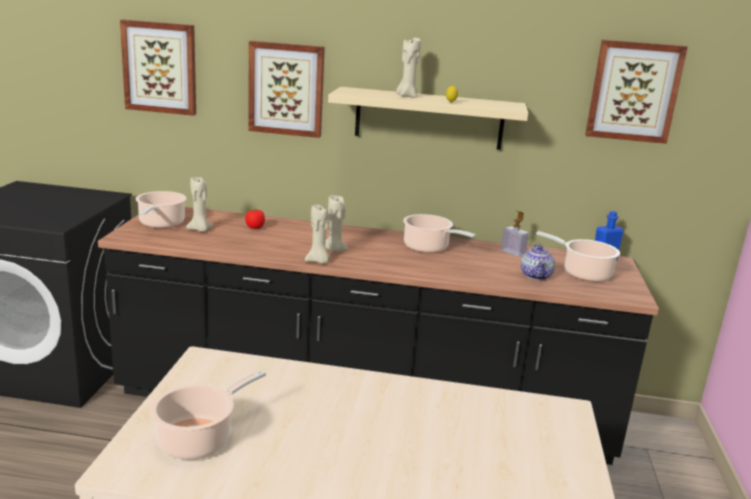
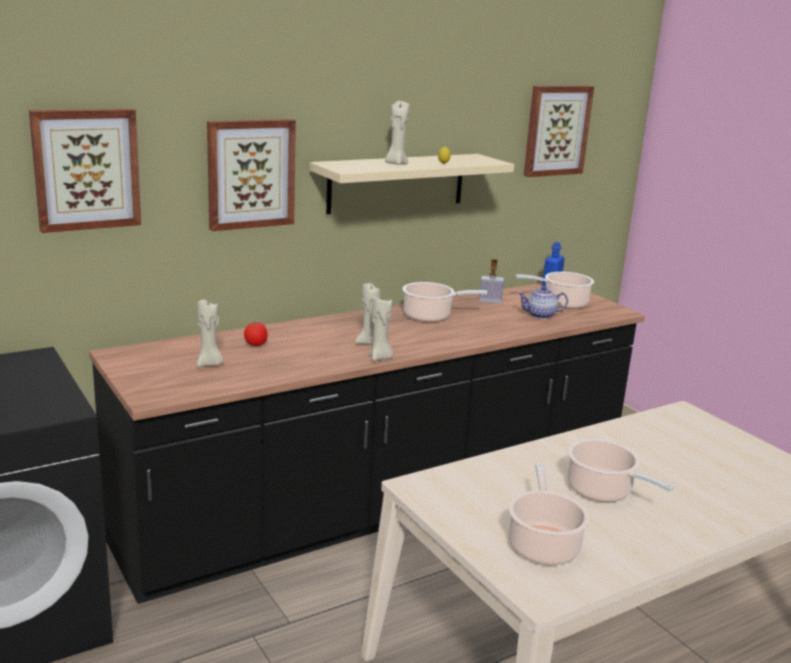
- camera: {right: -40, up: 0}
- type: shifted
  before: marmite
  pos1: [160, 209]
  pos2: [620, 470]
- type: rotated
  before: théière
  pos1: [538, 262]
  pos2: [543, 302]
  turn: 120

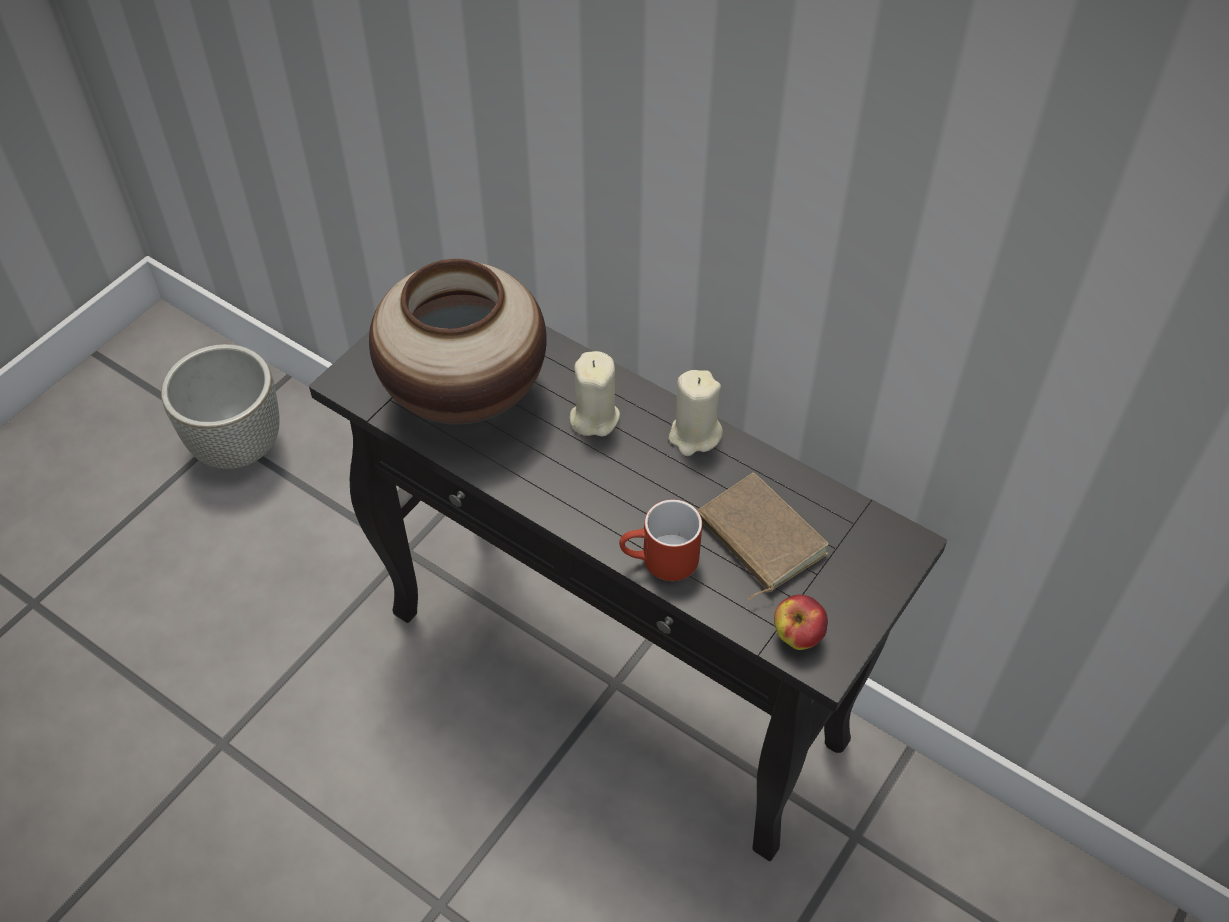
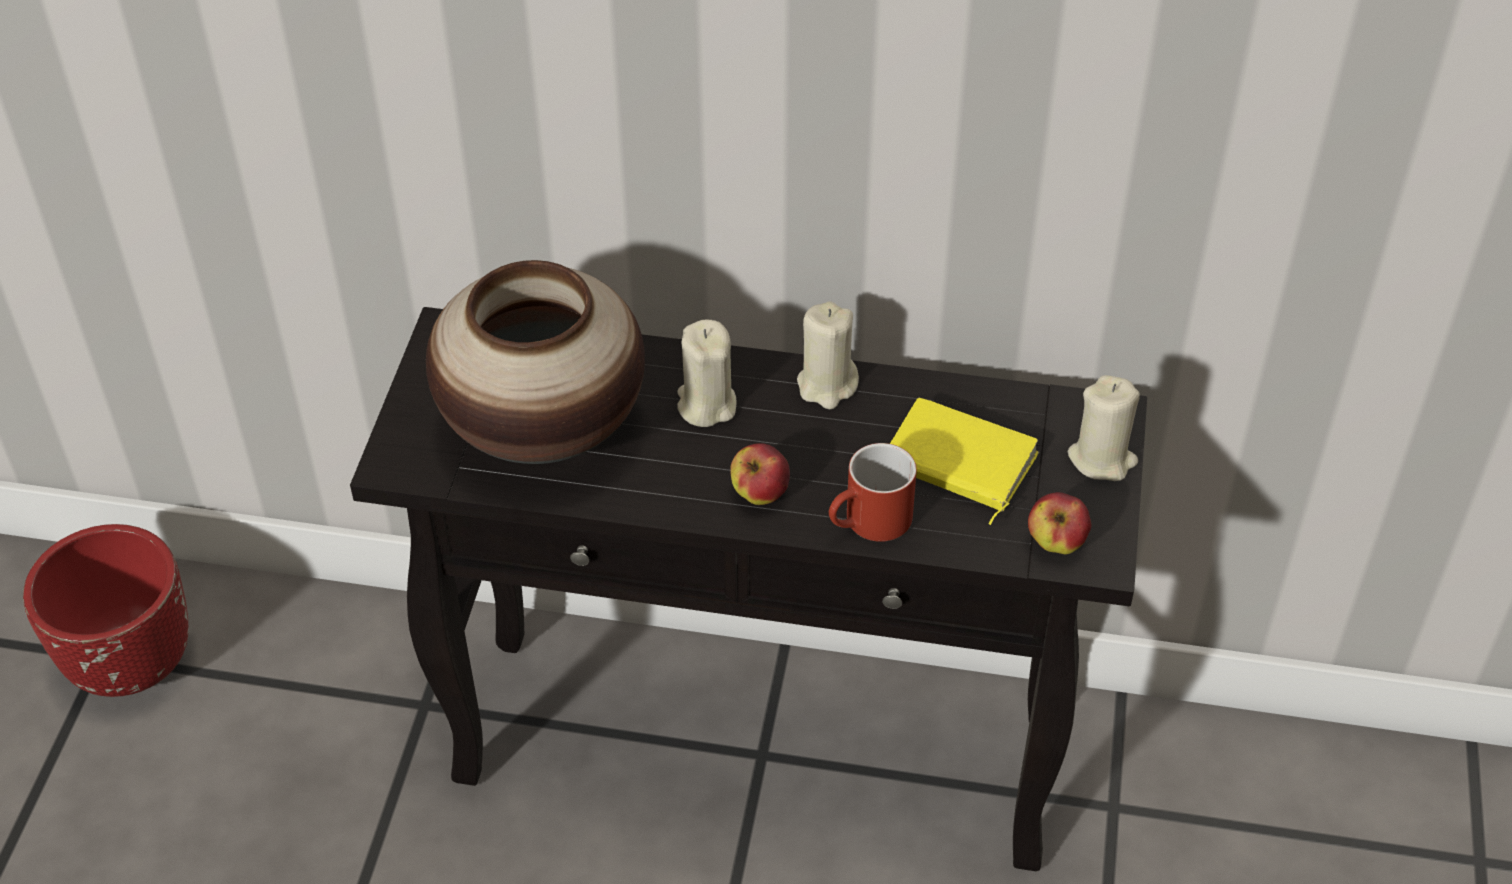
- camera: {right: -25, up: -5}
- type: repainted
  before: cache-pot [gris]
  after: cache-pot [rouge]
  pos1: [220, 406]
  pos2: [106, 610]
- type: repainted
  before: livre [marron]
  after: livre [jaune]
  pos1: [763, 536]
  pos2: [964, 461]
- type: new
  after: bougie [beige]
  pos2: [1104, 428]
- type: new
  after: pomme
  pos2: [760, 474]

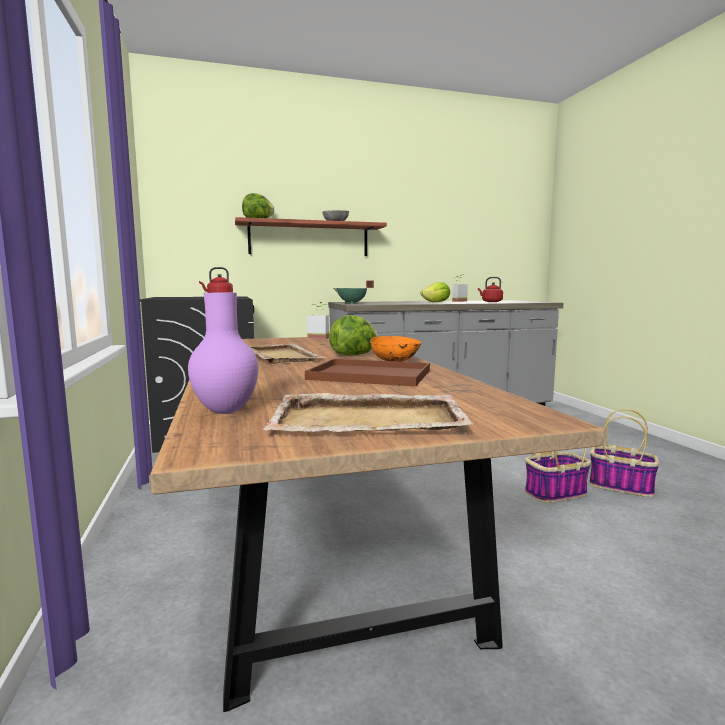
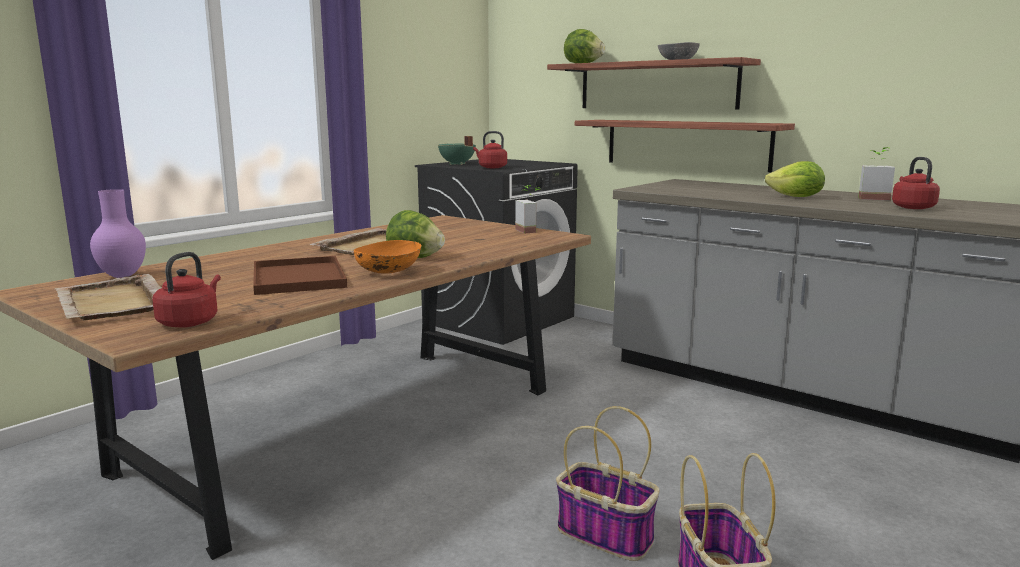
- camera: {right: 55, up: 5}
- type: shifted
  before: marmite [vert]
  pos1: [353, 292]
  pos2: [457, 150]
- type: new
  after: étagère
  pos2: [685, 146]
- type: new
  after: bouilloire [rouge]
  pos2: [186, 290]

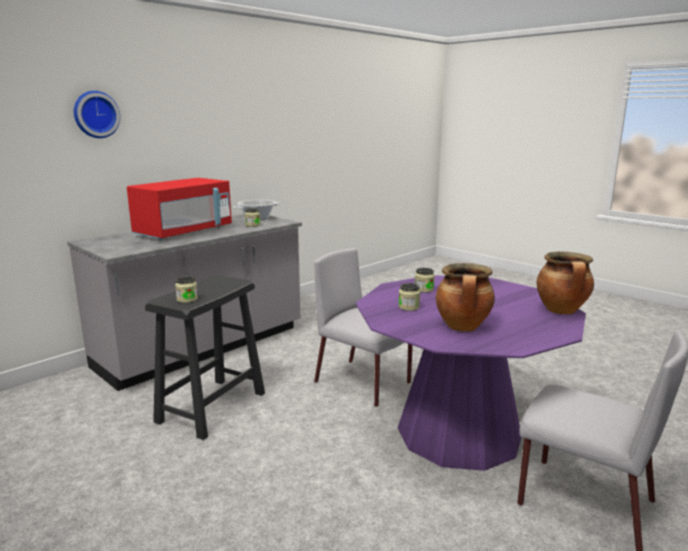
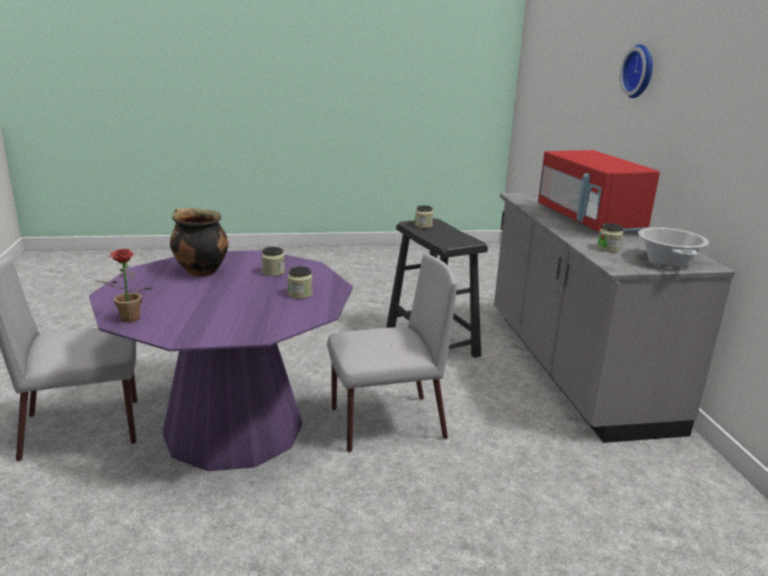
- camera: {right: 125, up: 5}
- type: swapped
  before: marmite
  after: plante en pot
  pos1: [565, 283]
  pos2: [124, 285]

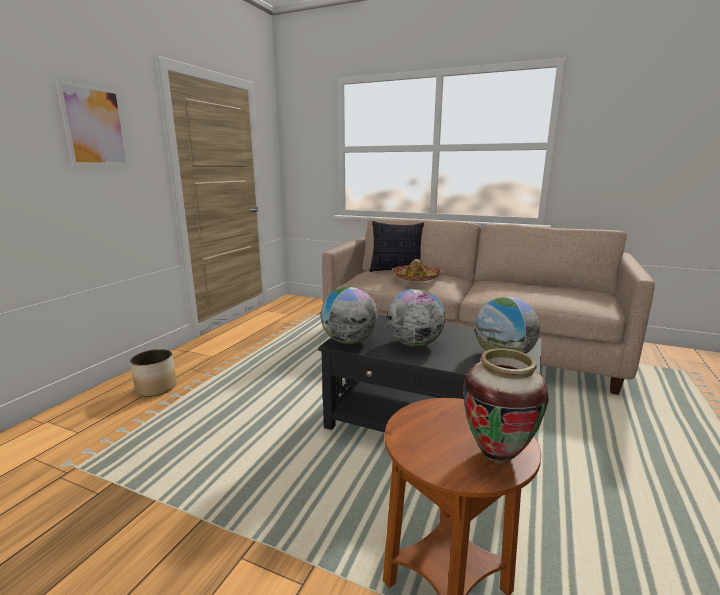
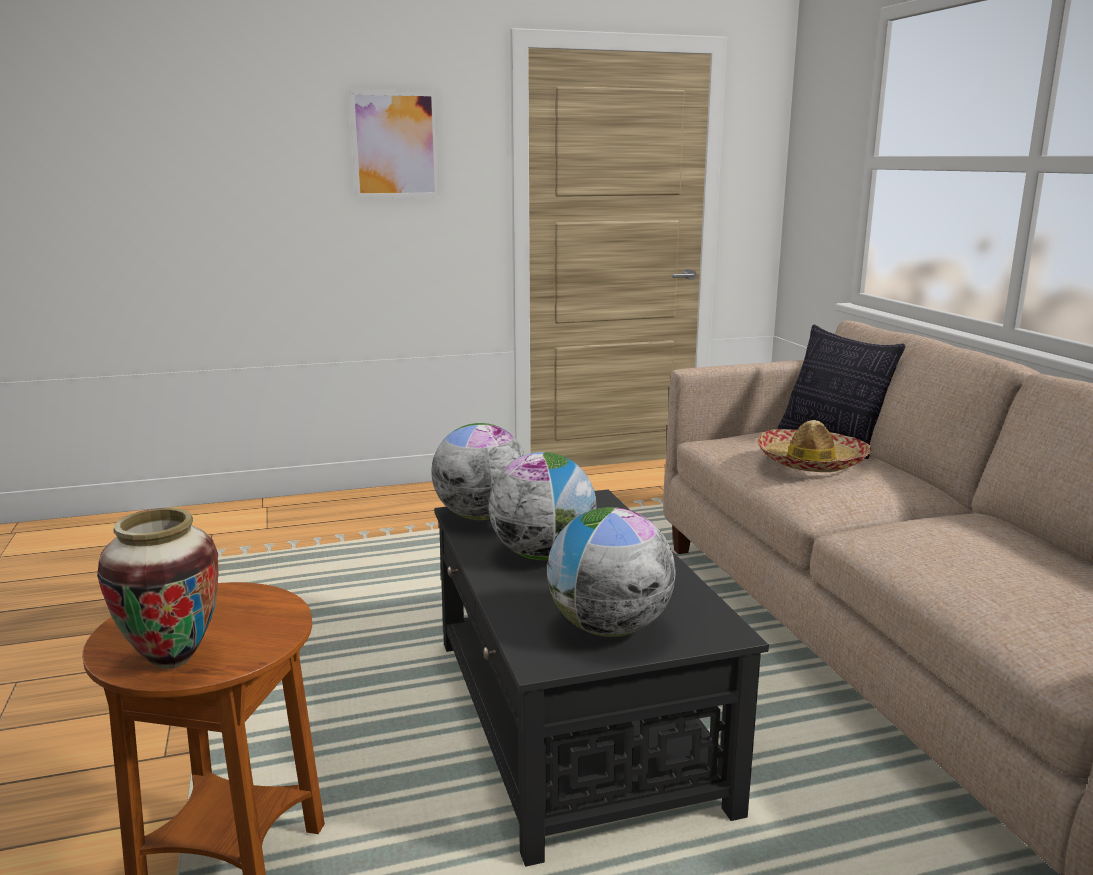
- camera: {right: 50, up: 0}
- type: gone
  before: cache-pot
  pos1: [153, 373]

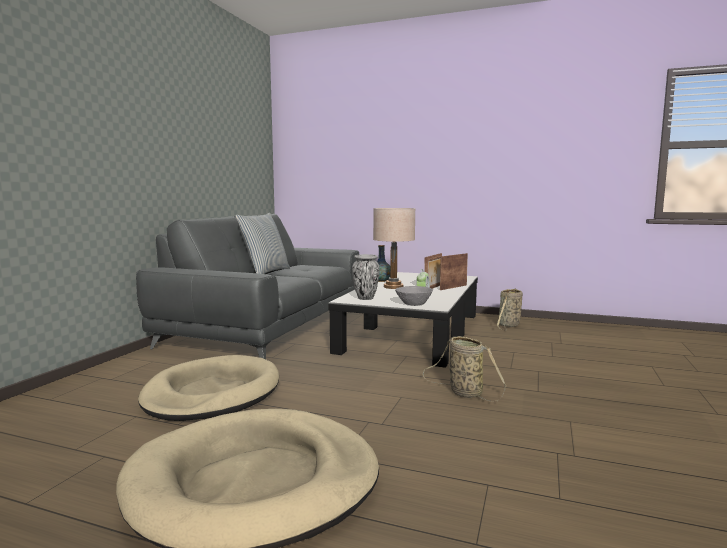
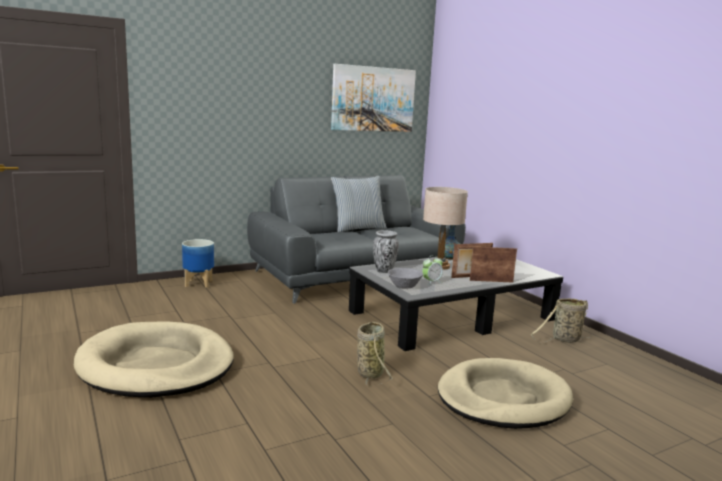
- camera: {right: 40, up: 5}
- type: shifted
  before: panier pour chien [beige]
  pos1: [208, 388]
  pos2: [505, 393]
- type: new
  after: tableau
  pos2: [373, 98]
- type: new
  after: cache-pot
  pos2: [198, 263]

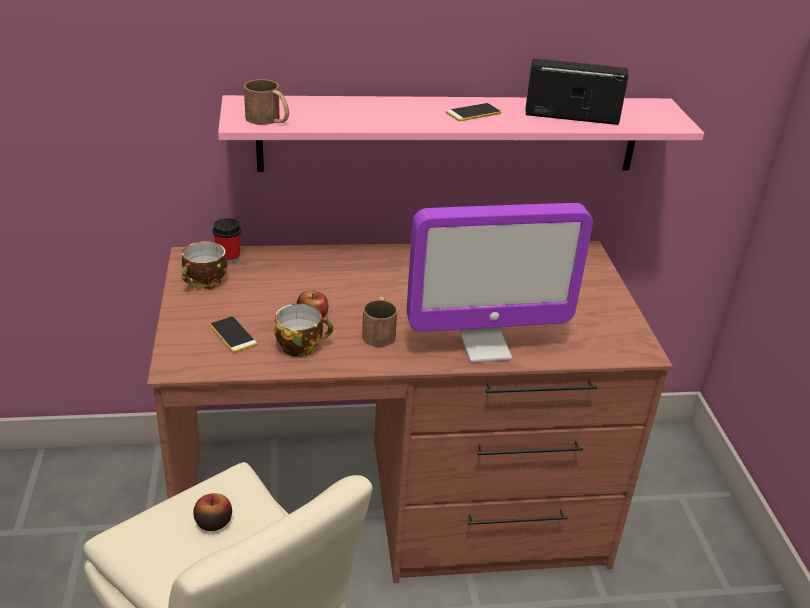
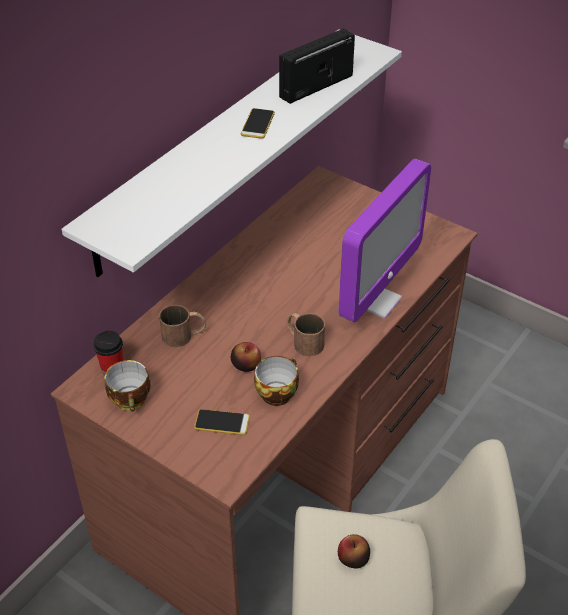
- camera: {right: -45, up: 10}
- type: shifted
  before: mug [marron]
  pos1: [266, 102]
  pos2: [182, 326]
- type: repainted
  before: étagère [rose]
  after: étagère [blanc]
  pos1: [461, 133]
  pos2: [232, 153]

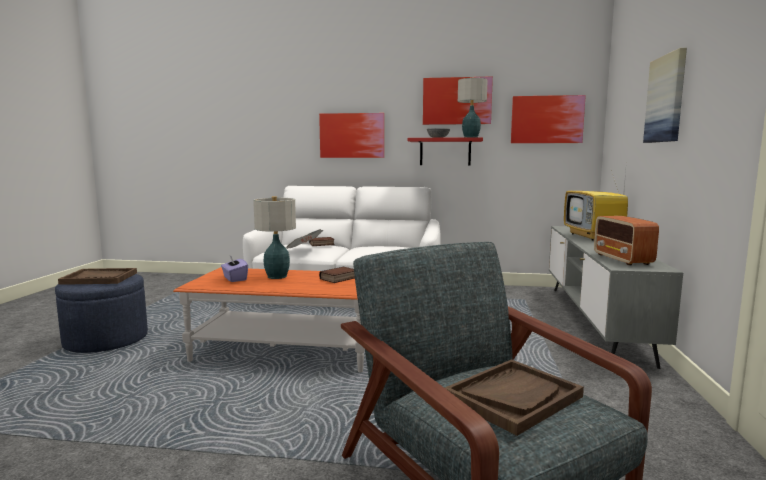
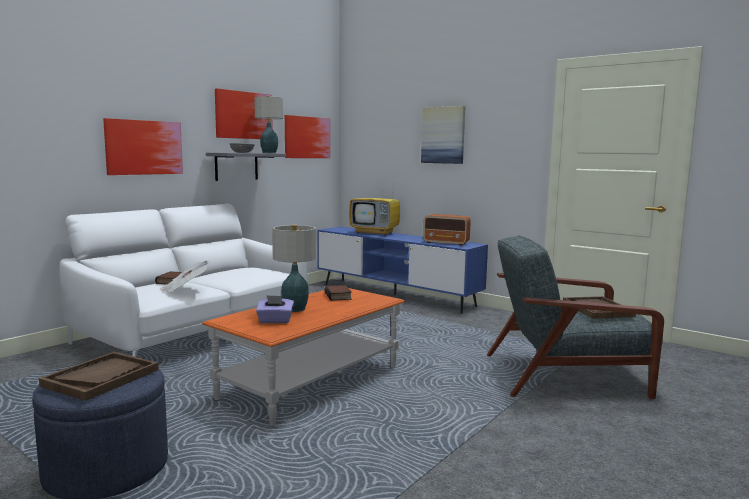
- camera: {right: -60, up: 0}
- type: repainted
  before: étagère [rouge]
  after: étagère [gris]
  pos1: [445, 151]
  pos2: [246, 167]
- type: repainted
  before: meuble télé [gris]
  after: meuble télé [bleu]
  pos1: [616, 297]
  pos2: [402, 270]

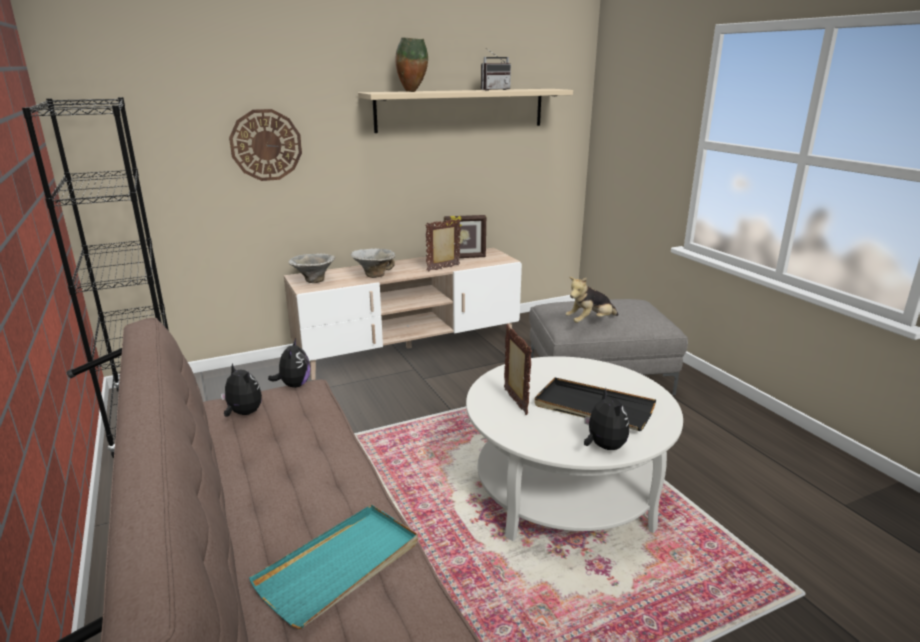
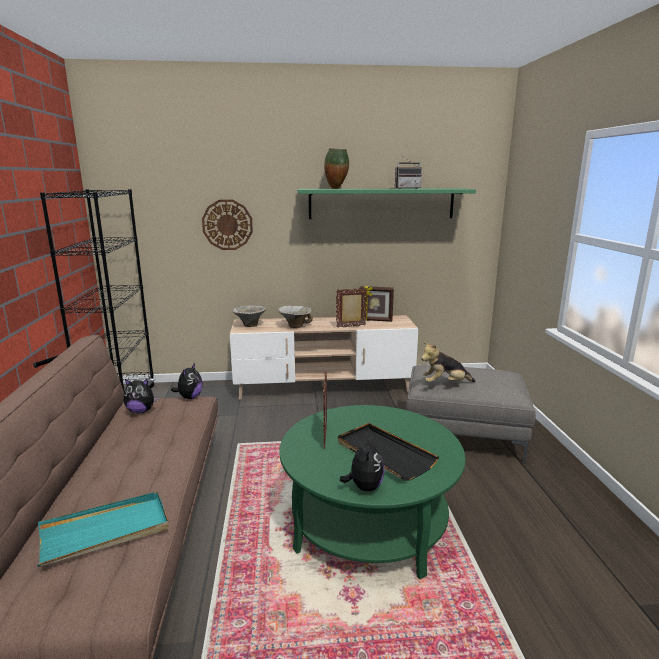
- camera: {right: 20, up: -5}
- type: repainted
  before: étagère [beige]
  after: étagère [vert]
  pos1: [465, 111]
  pos2: [386, 203]
- type: repainted
  before: table basse [blanc]
  after: table basse [vert]
  pos1: [574, 448]
  pos2: [372, 492]
- type: rotated
  before: peluche
  pos1: [241, 390]
  pos2: [141, 396]
  turn: 120

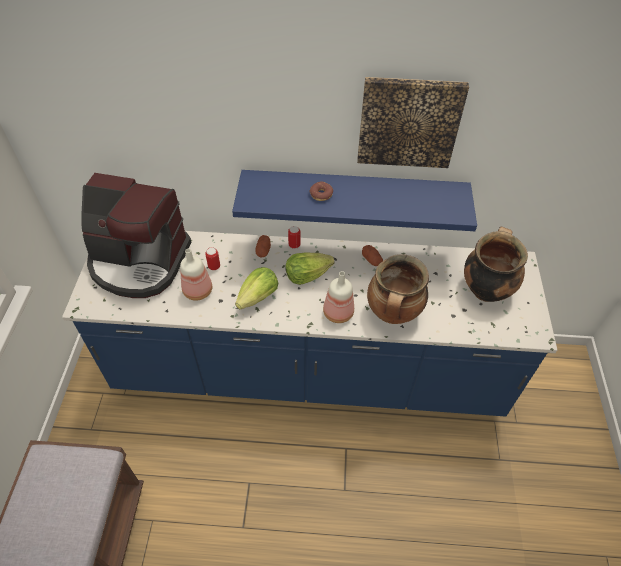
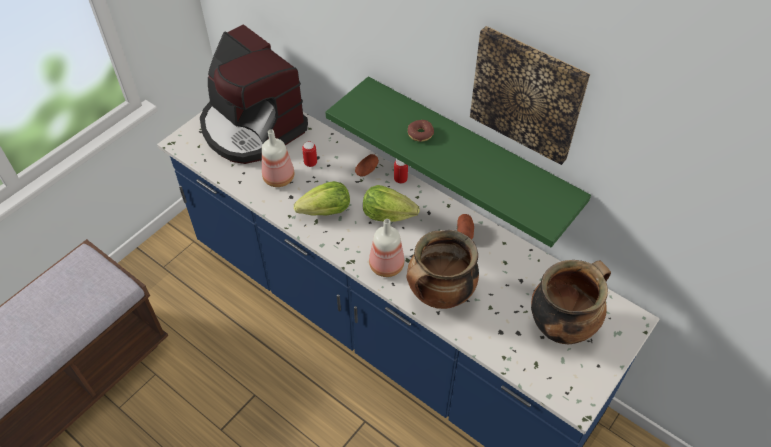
- camera: {right: 35, up: 0}
- type: repainted
  before: étagère [bleu]
  after: étagère [vert]
  pos1: [354, 200]
  pos2: [458, 162]

